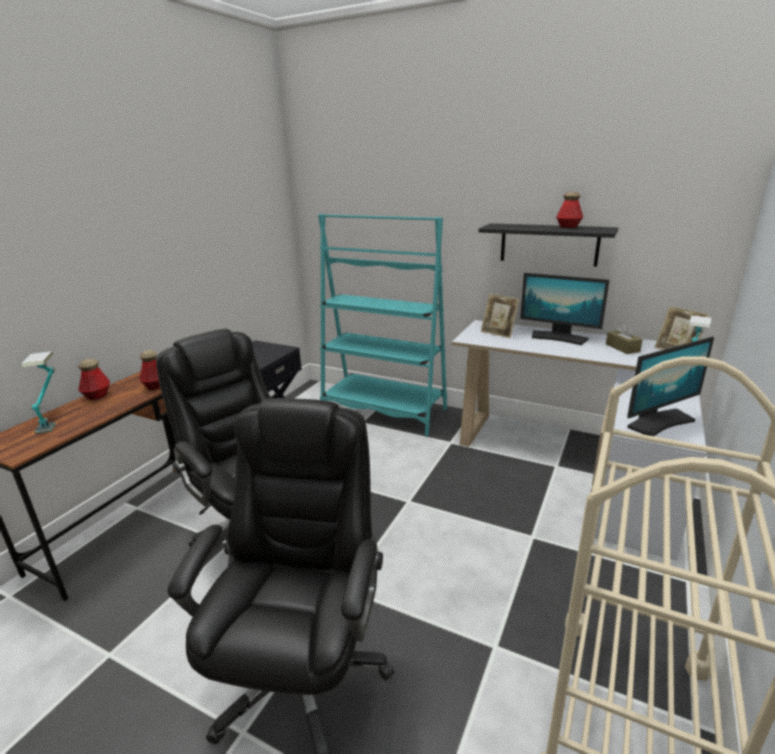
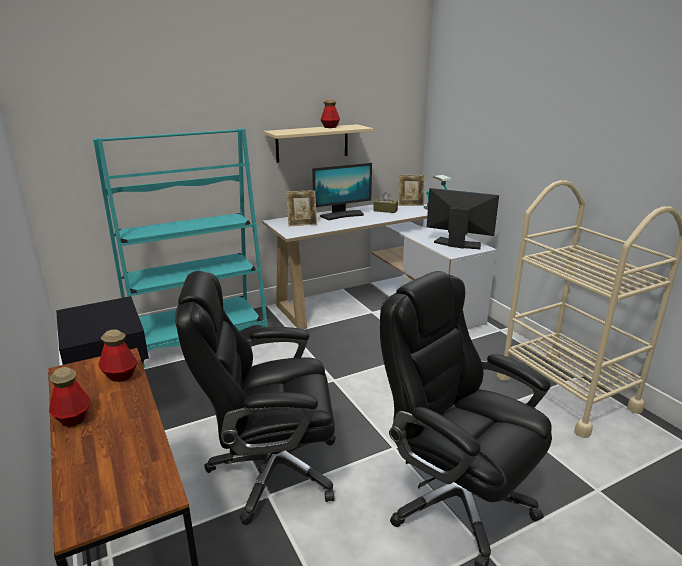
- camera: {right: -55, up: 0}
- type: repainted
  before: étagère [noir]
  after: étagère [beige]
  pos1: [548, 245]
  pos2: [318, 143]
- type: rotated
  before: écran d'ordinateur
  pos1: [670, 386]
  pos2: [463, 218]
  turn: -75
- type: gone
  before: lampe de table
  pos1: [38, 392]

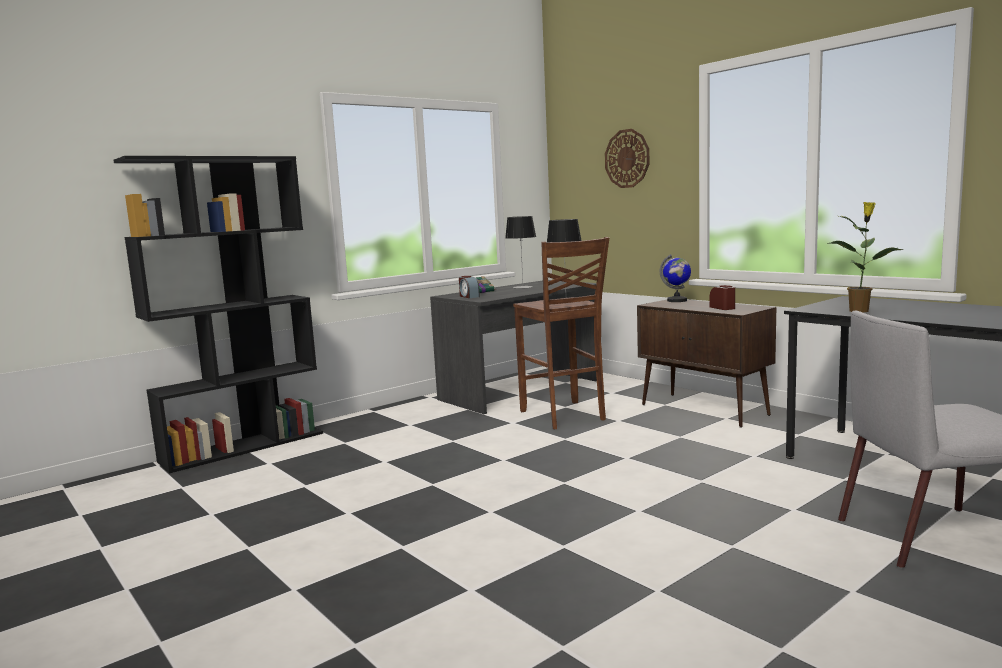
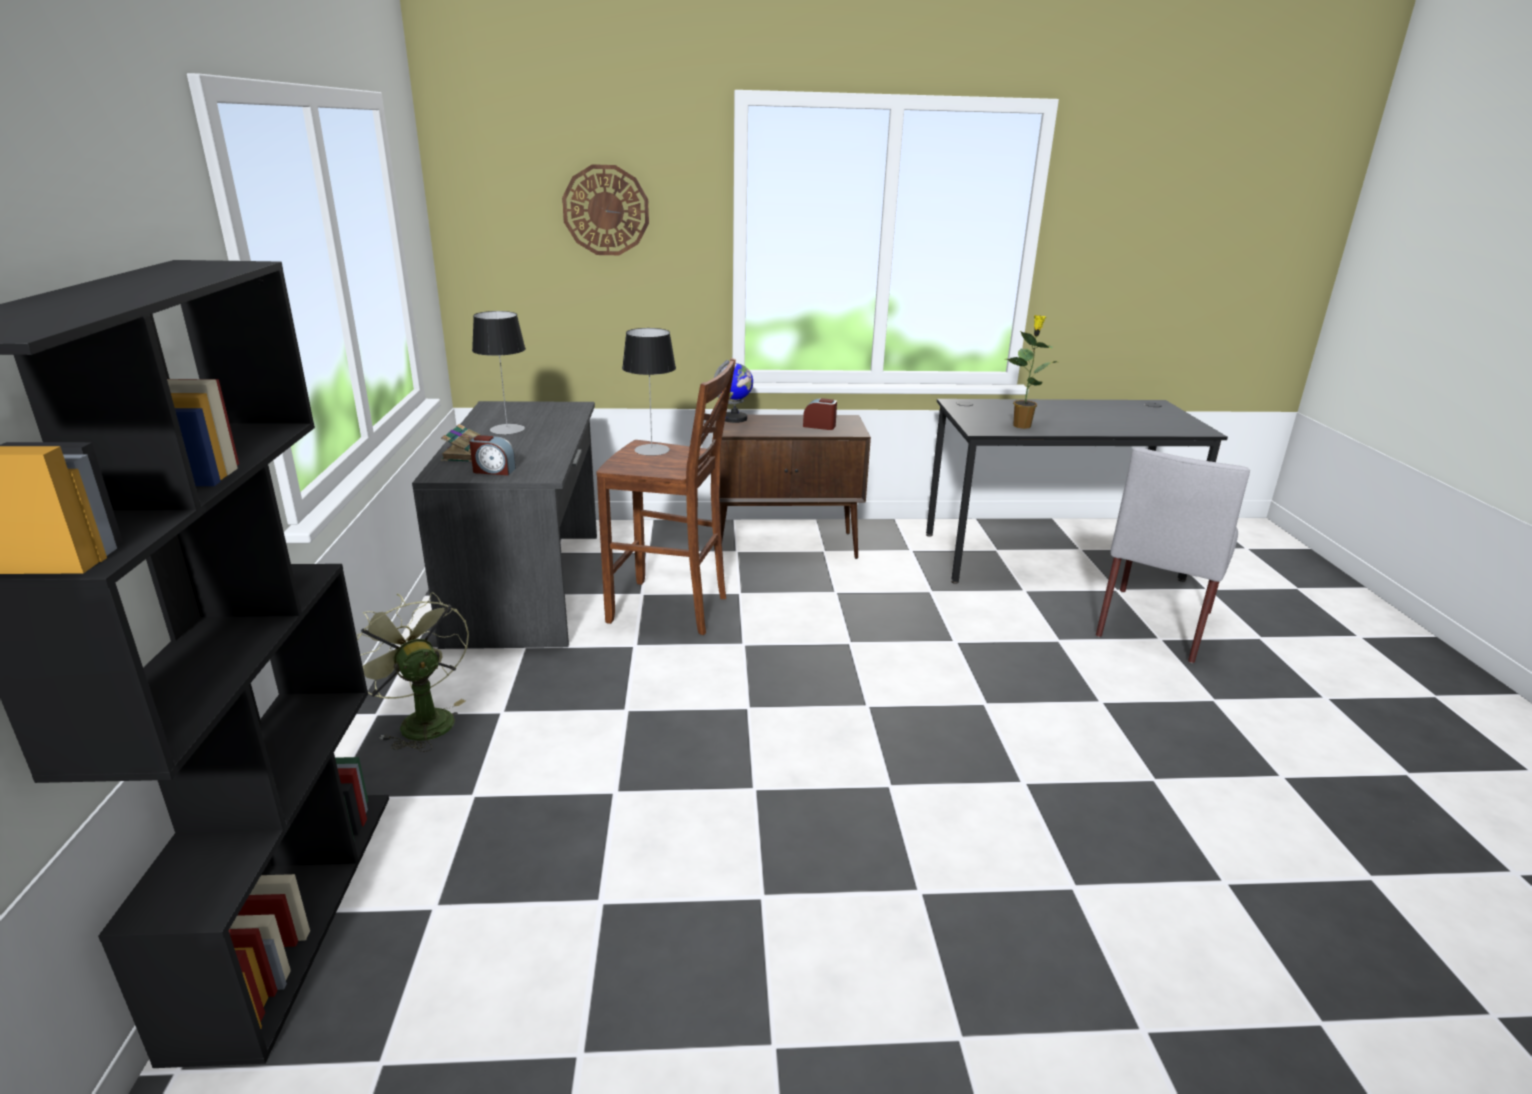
- camera: {right: -55, up: 15}
- type: new
  after: ventilateur [vert]
  pos2: [412, 672]

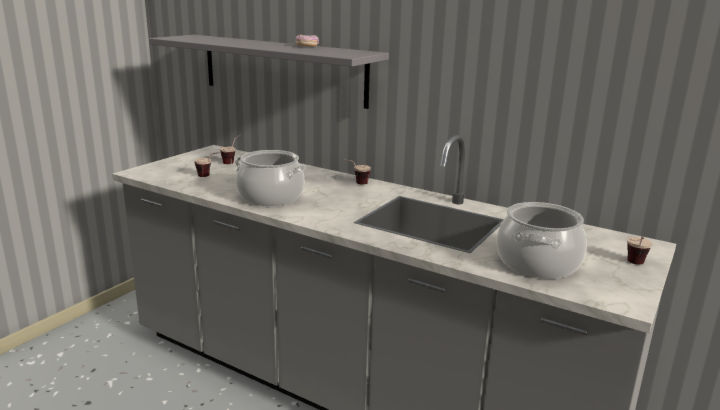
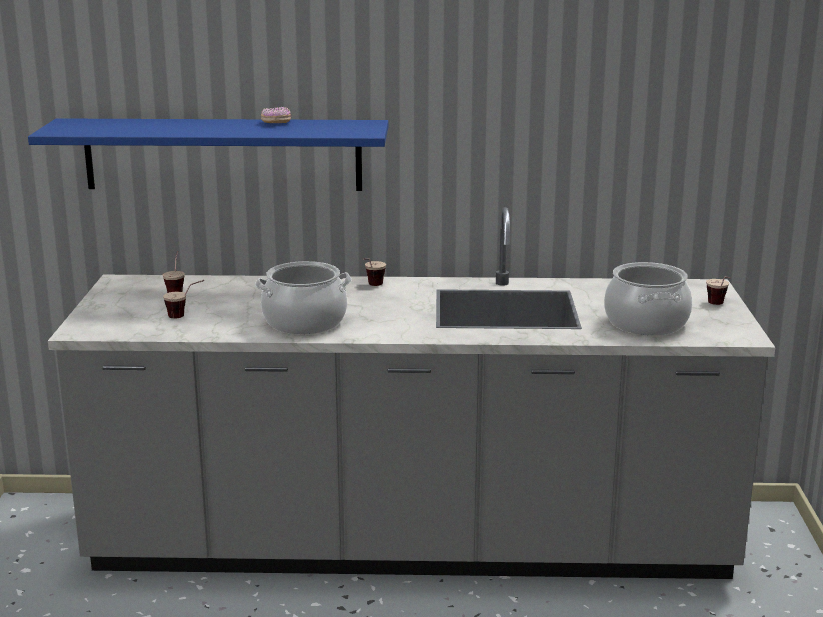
- camera: {right: -30, up: 0}
- type: repainted
  before: étagère [gris]
  after: étagère [bleu]
  pos1: [269, 72]
  pos2: [208, 154]

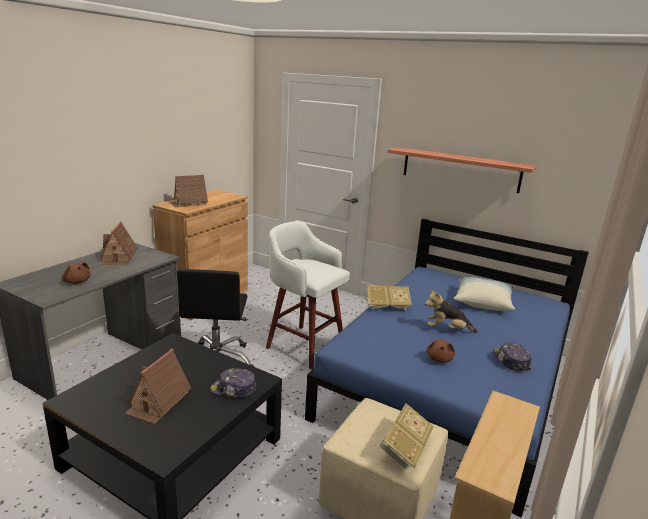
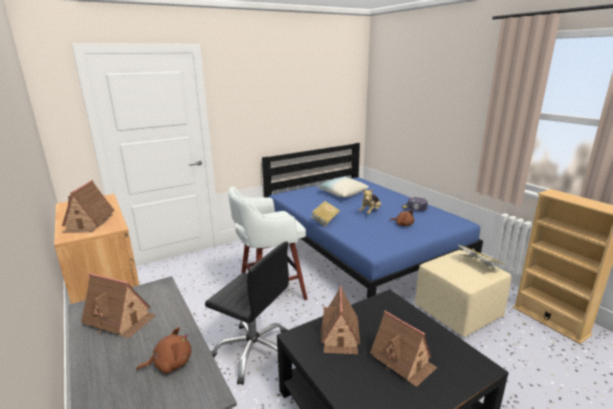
- camera: {right: -60, up: 0}
- type: gone
  before: étagère
  pos1: [462, 170]
- type: gone
  before: casquette
  pos1: [233, 383]
- type: new
  after: maison miniature
  pos2: [340, 320]

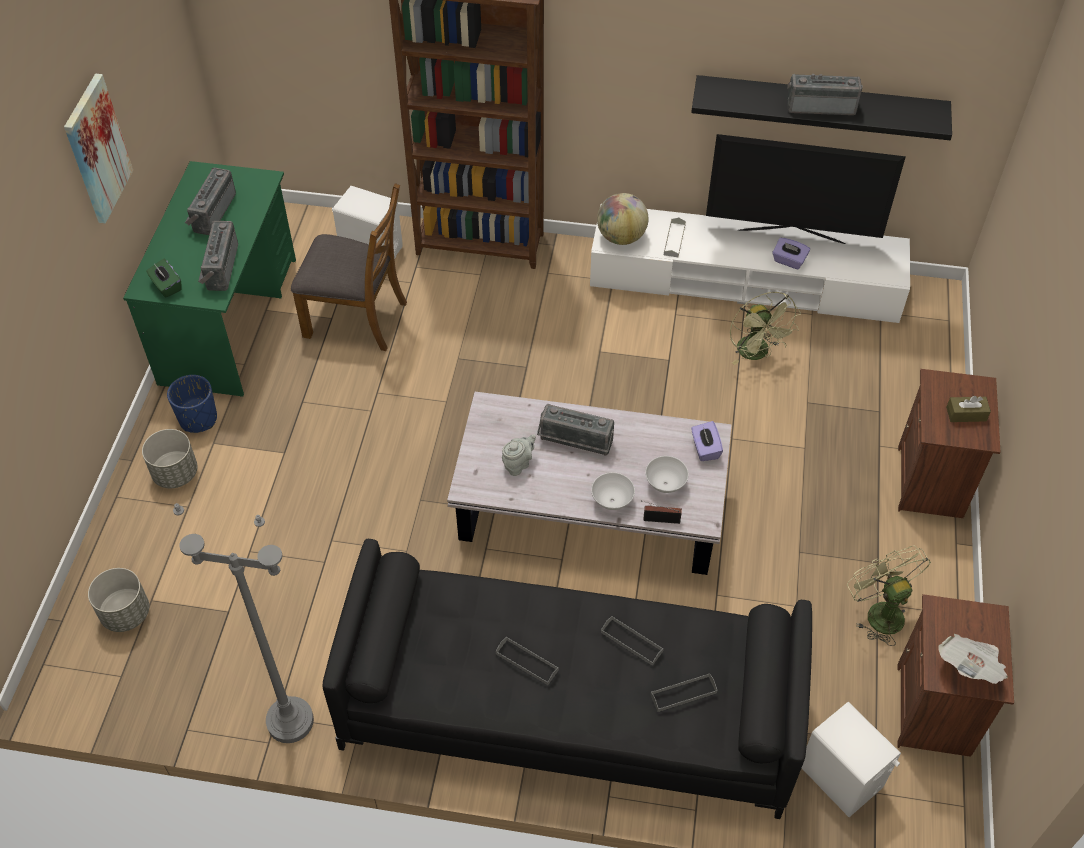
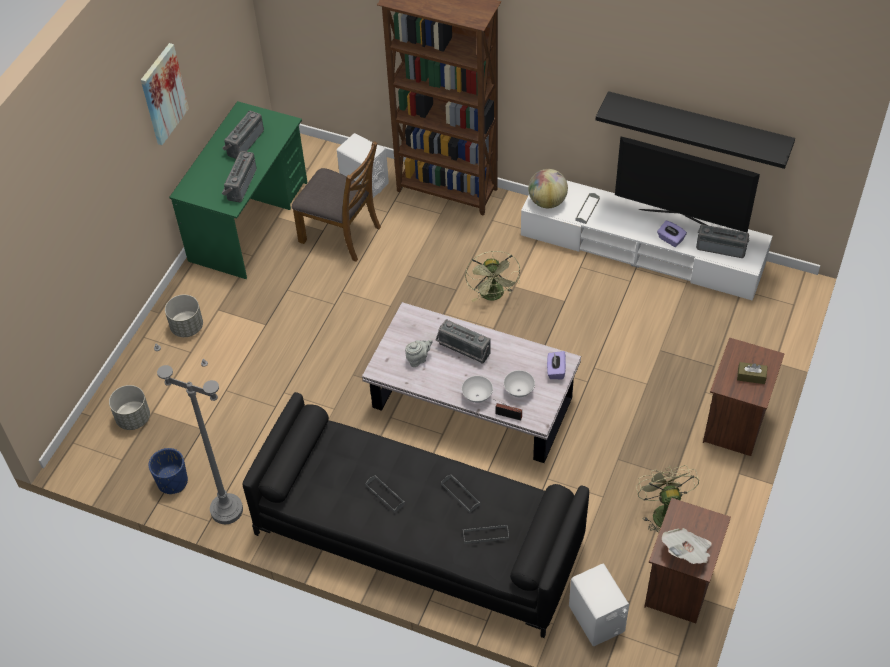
- camera: {right: 15, up: 0}
- type: shifted
  before: radio
  pos1: [825, 94]
  pos2: [722, 241]
- type: gone
  before: boîte à mouchoirs [vert]
  pos1: [164, 277]
- type: shifted
  before: ventilateur [vert]
  pos1: [765, 328]
  pos2: [492, 276]
- type: shifted
  before: cache-pot [bleu]
  pos1: [192, 404]
  pos2: [168, 471]

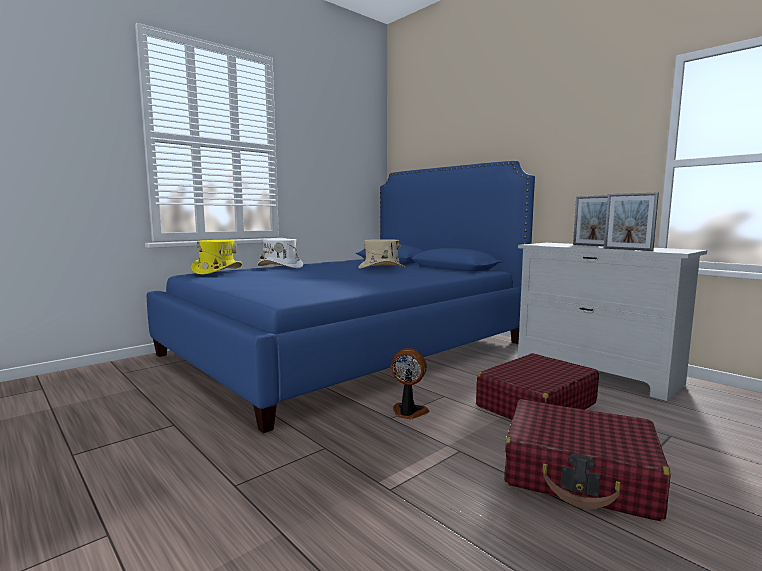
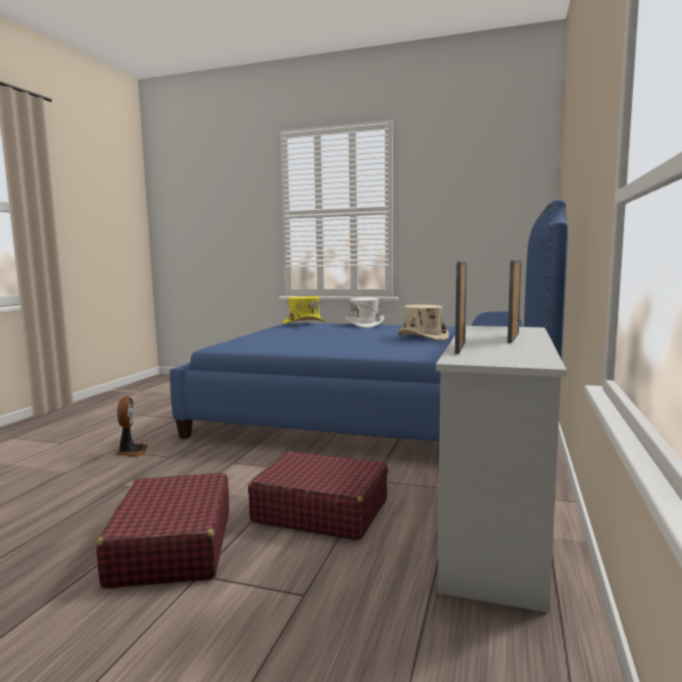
- camera: {right: 60, up: 0}
- type: shifted
  before: ventilateur
  pos1: [410, 383]
  pos2: [132, 427]

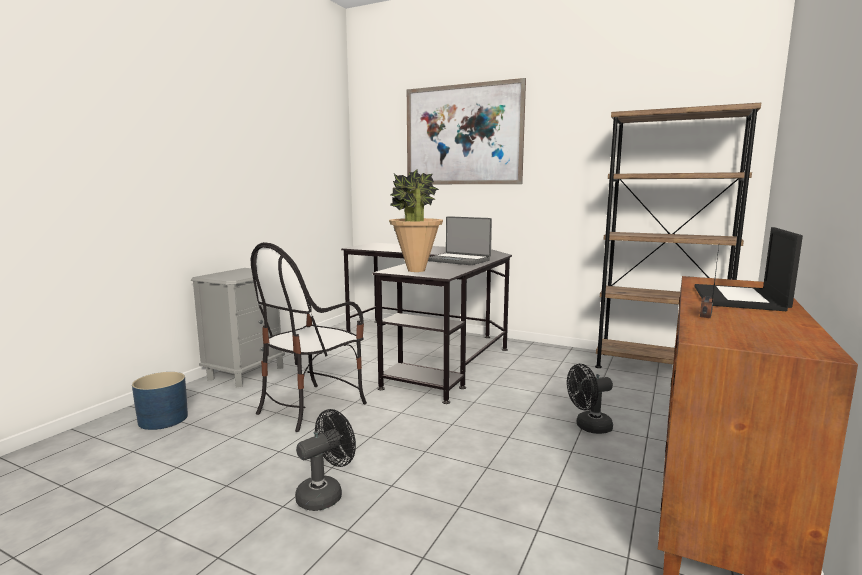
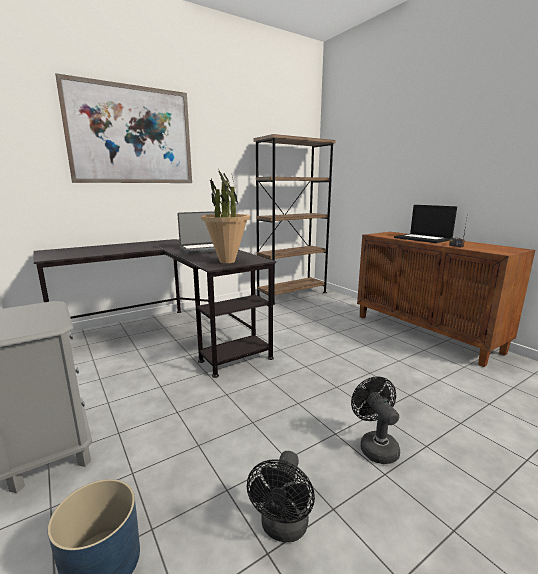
- camera: {right: -60, up: 5}
- type: gone
  before: chaise
  pos1: [309, 337]
- type: shifted
  before: ventilateur [noir]
  pos1: [590, 399]
  pos2: [281, 496]

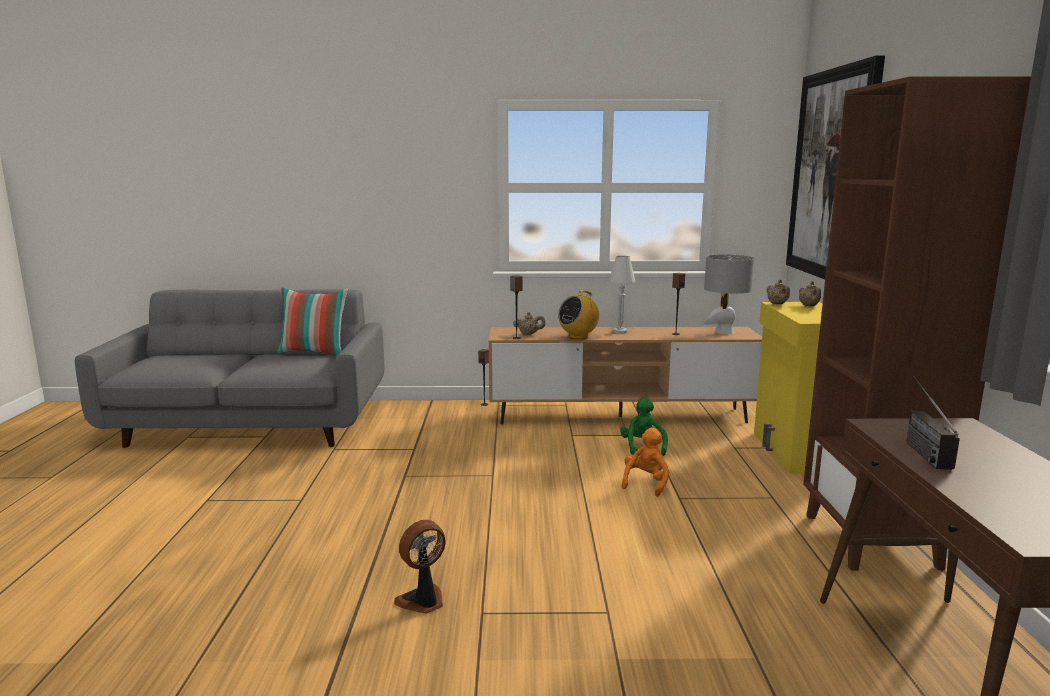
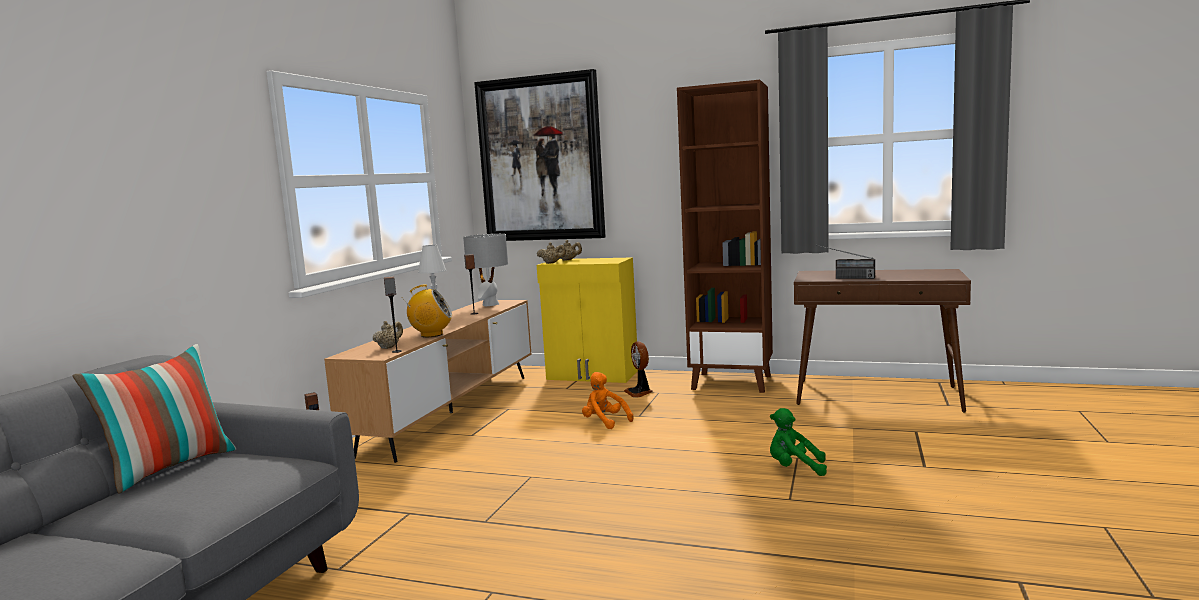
- camera: {right: -70, up: -5}
- type: rotated
  before: radio
  pos1: [578, 314]
  pos2: [428, 310]
  turn: -75
- type: shifted
  before: peluche [vert]
  pos1: [644, 427]
  pos2: [798, 442]
- type: shifted
  before: ventilateur
  pos1: [419, 567]
  pos2: [638, 369]

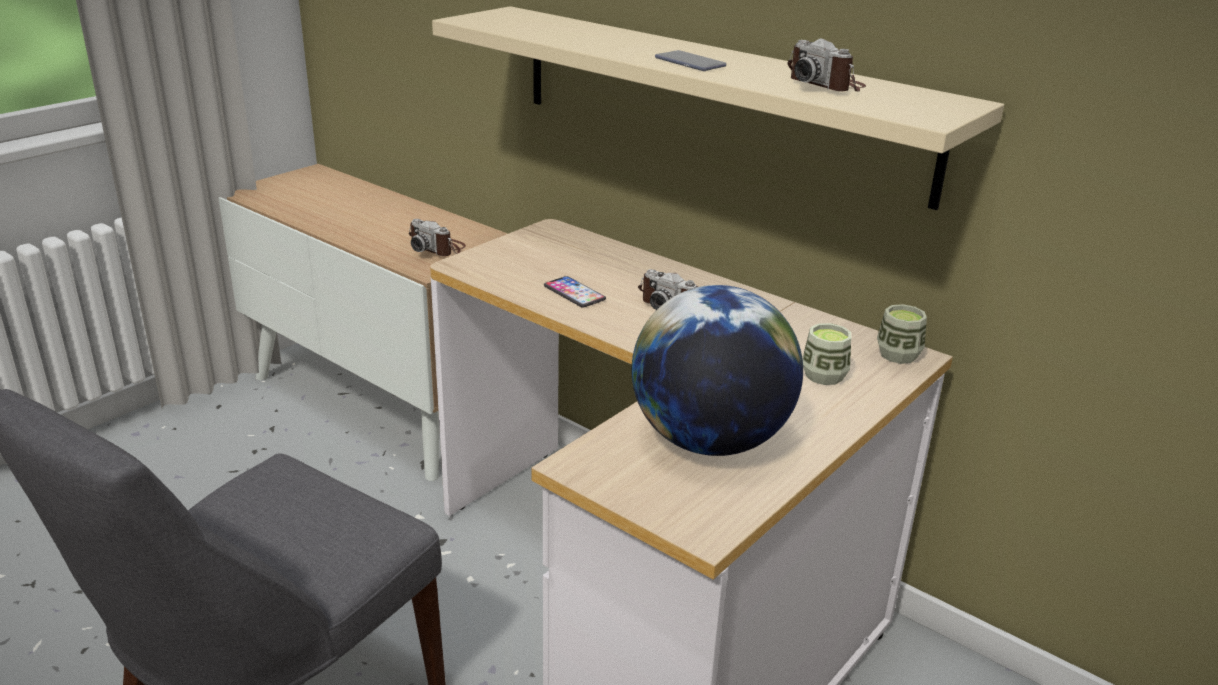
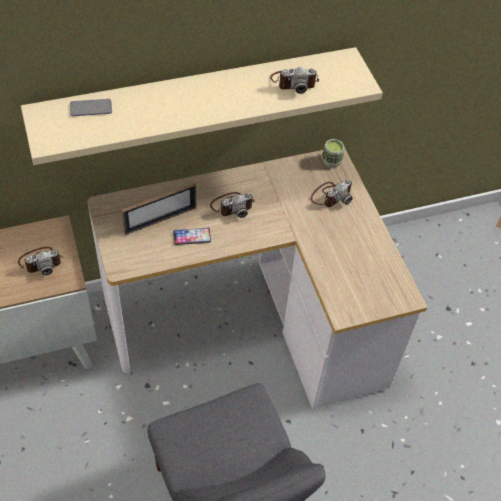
- camera: {right: -60, up: 25}
- type: shifted
  before: téléphone
  pos1: [690, 60]
  pos2: [91, 107]
- type: gone
  before: globe
  pos1: [717, 370]
- type: swapped
  before: tasse
  after: appareil photo
  pos1: [827, 354]
  pos2: [332, 193]
- type: new
  after: cadre photo
  pos2: [159, 209]

